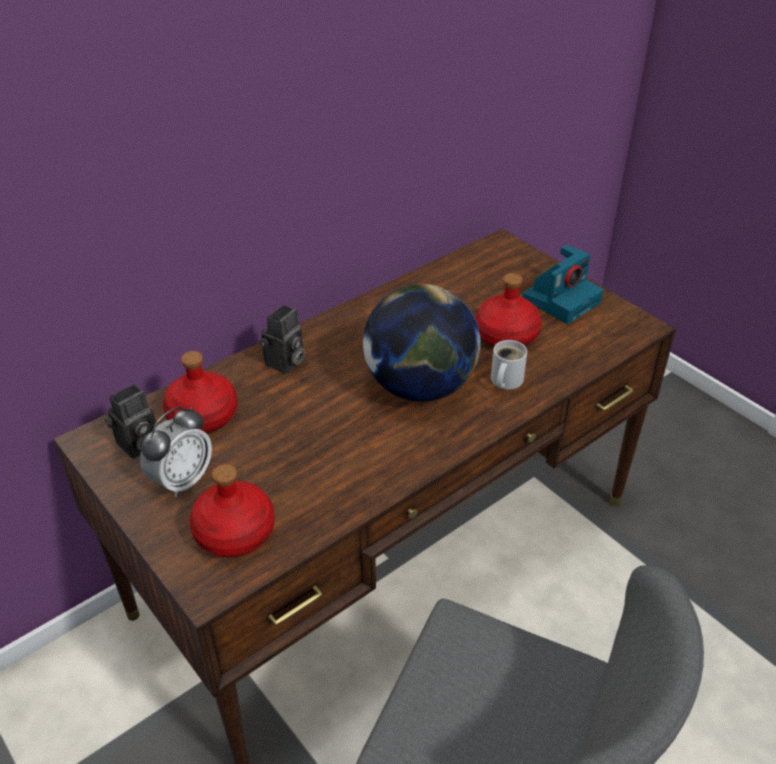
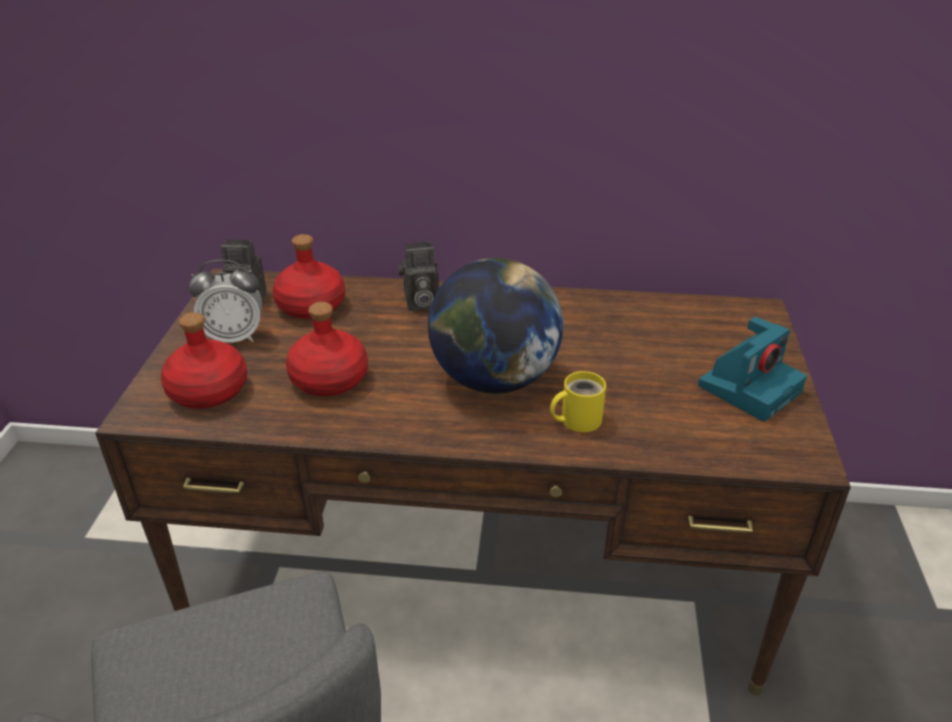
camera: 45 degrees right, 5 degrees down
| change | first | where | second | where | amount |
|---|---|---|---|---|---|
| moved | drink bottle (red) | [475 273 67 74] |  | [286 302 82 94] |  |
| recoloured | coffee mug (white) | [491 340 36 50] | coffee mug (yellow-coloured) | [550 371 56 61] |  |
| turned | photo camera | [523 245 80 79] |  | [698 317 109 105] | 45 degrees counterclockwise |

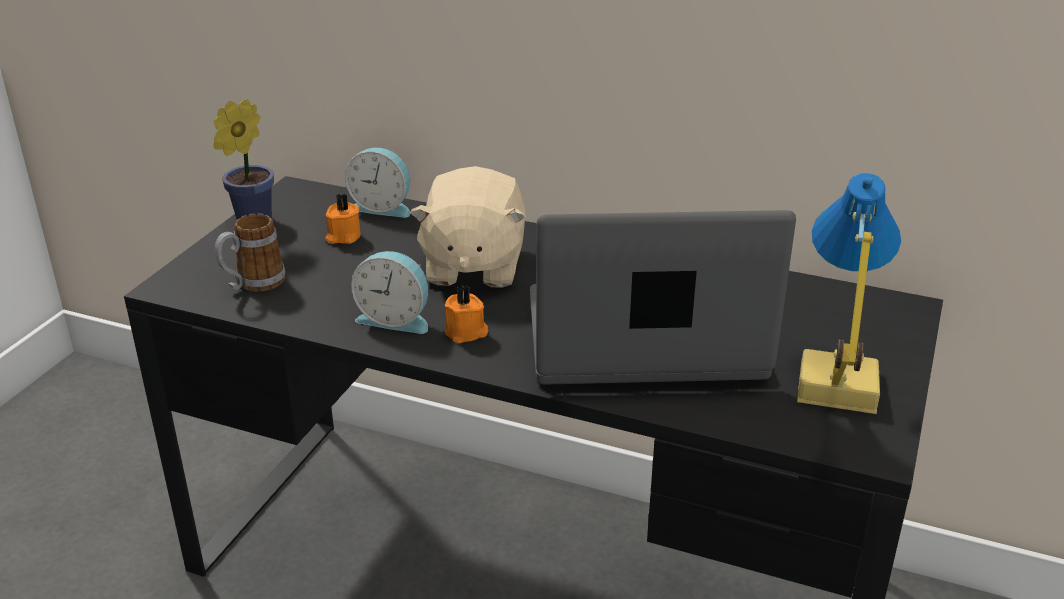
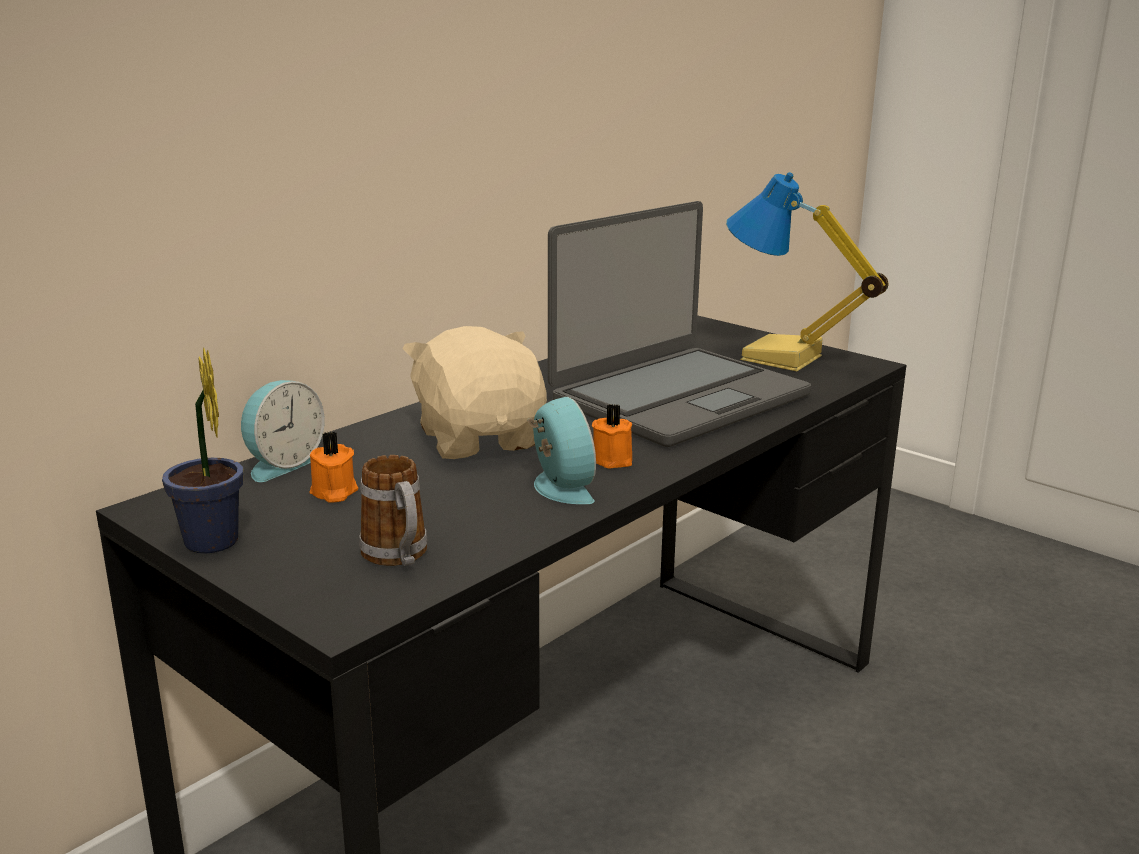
camera: 70 degrees left, 10 degrees down
| change | first | where | second | where | amount |
|---|---|---|---|---|---|
| turned | alarm clock | [351 251 77 83] |  | [527 397 69 107] | 60 degrees counterclockwise |
| turned | plush toy (beige) | [410 166 116 122] |  | [403 326 144 133] | 135 degrees counterclockwise |
| turned | laptop | [530 210 266 175] |  | [548 201 263 246] | 150 degrees counterclockwise |

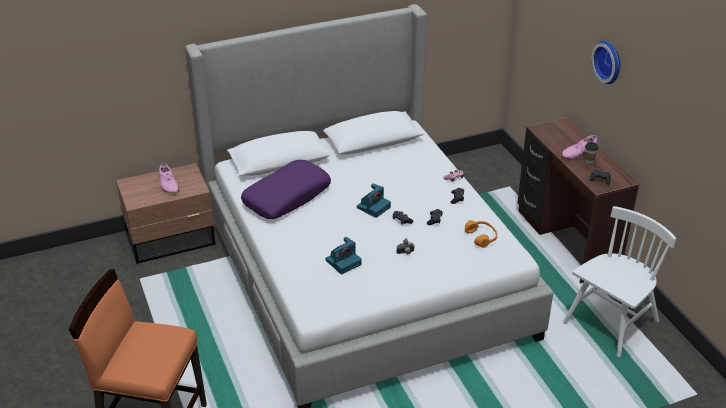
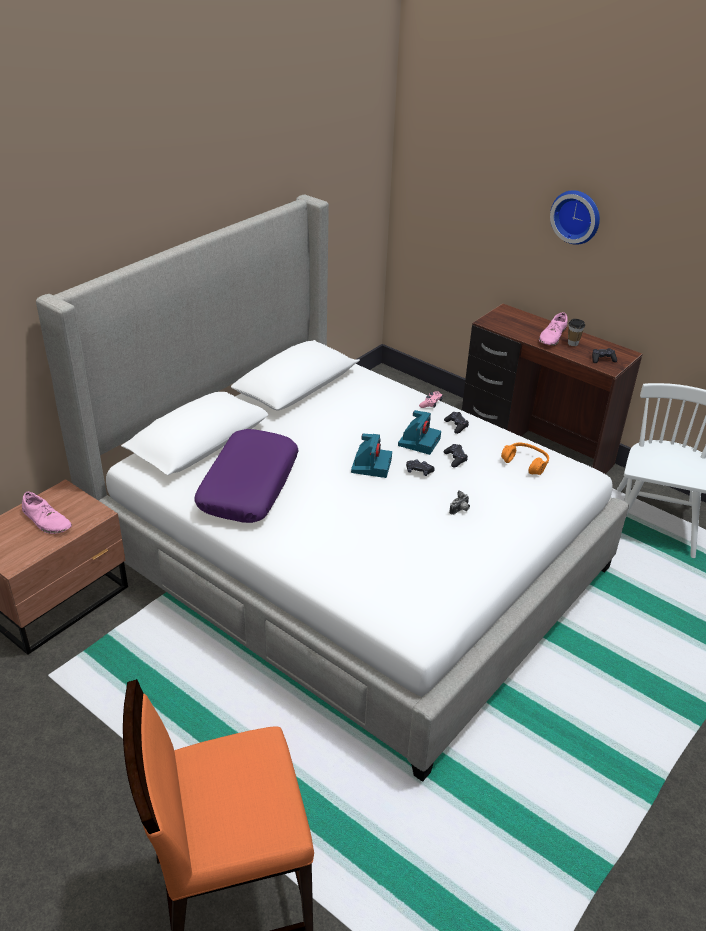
camera: 30 degrees left, 0 degrees up
| change | first | where | second | where | amount |
|---|---|---|---|---|---|
| moved | photo camera | [325 237 37 38] |  | [398 410 43 45] |  |

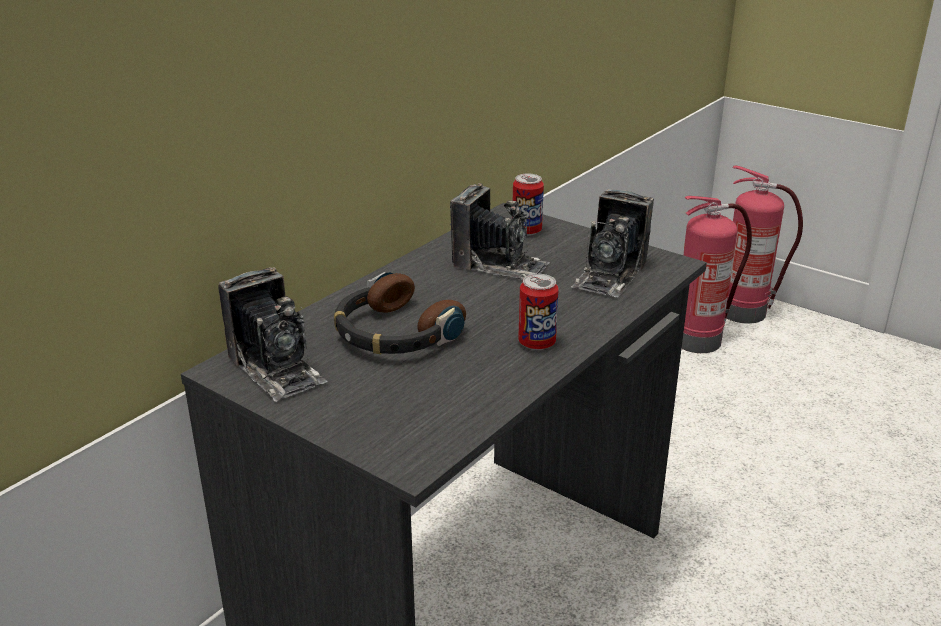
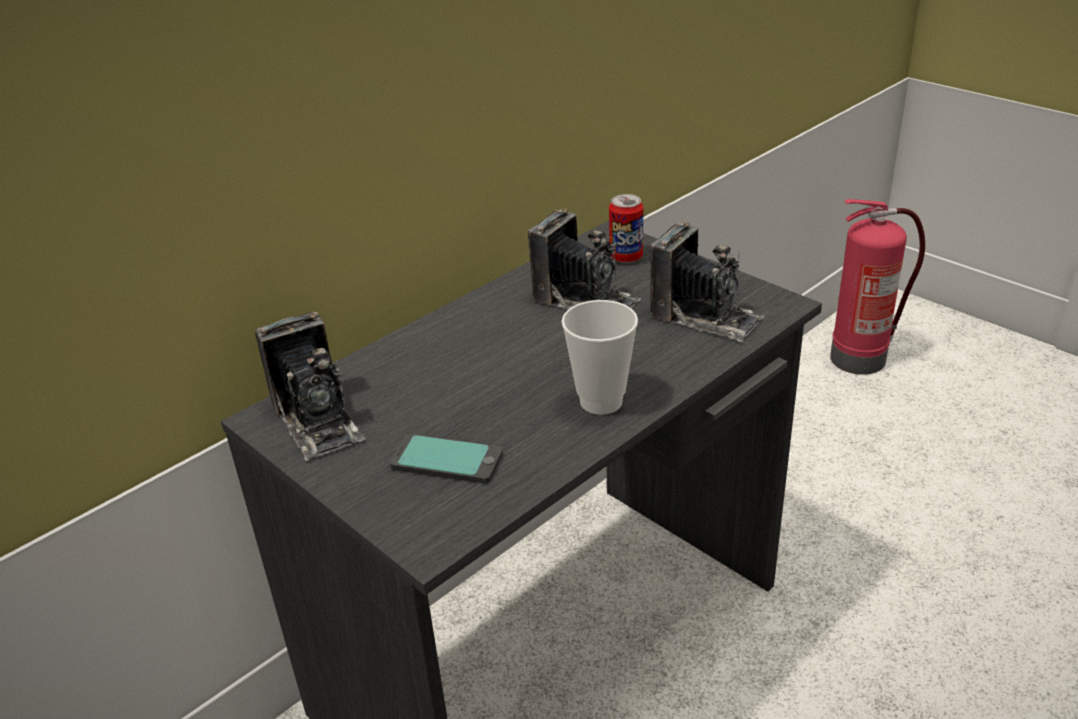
camera: 10 degrees right, 5 degrees up
| change | first | where | second | where | amount |
|---|---|---|---|---|---|
| removed | pair of headphones | [334 272 132 82] |  |  |  |
| replaced | can | [518 274 41 76] | cup | [561 300 77 115] |  |
| turned | photo camera | [571 189 83 108] |  | [649 222 115 120] | 90 degrees counterclockwise |
| removed | fire extinguisher | [726 166 77 158] |  |  |  |
| added |  |  | phone | [390 434 113 50] |  |

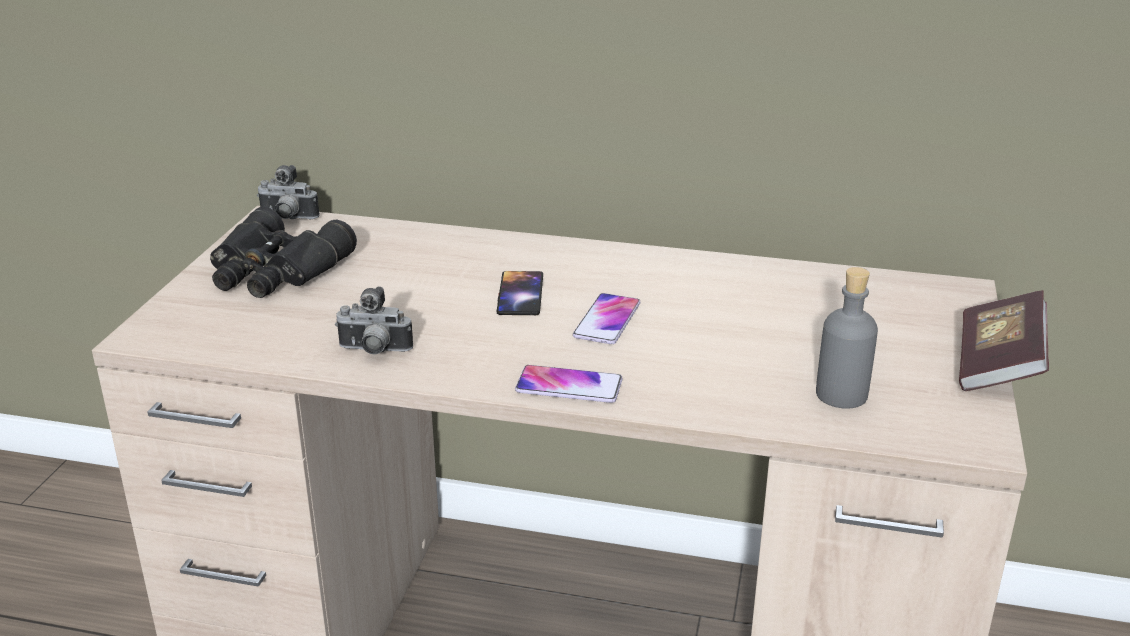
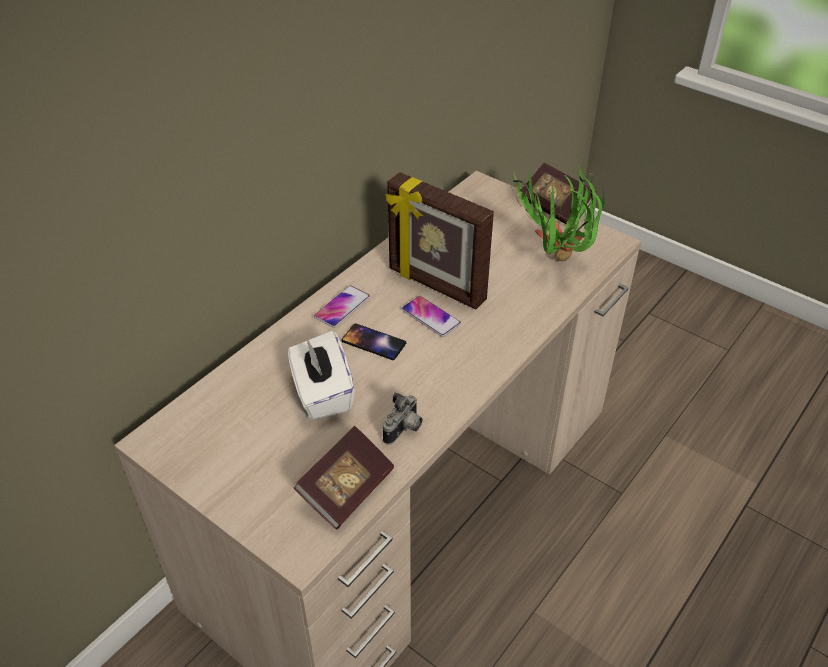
camera: 65 degrees left, 15 degrees up
| change | first | where | second | where | amount |
|---|---|---|---|---|---|
| removed | field glasses (black) | [210 207 147 91] |  |  |  |
| removed | photo camera | [257 165 63 55] |  |  |  |
| moved | phone | [515 365 108 38] |  | [314 285 56 43] |  |
| replaced | drink bottle (grey) | [816 267 62 142] | plant in a pot | [512 165 93 96] |  |
| added |  |  | tissue holder (white) | [288 331 67 89] |  |
| added |  |  | book | [294 426 100 103] |  |
| added |  |  | standing frame | [386 172 108 137] |  |

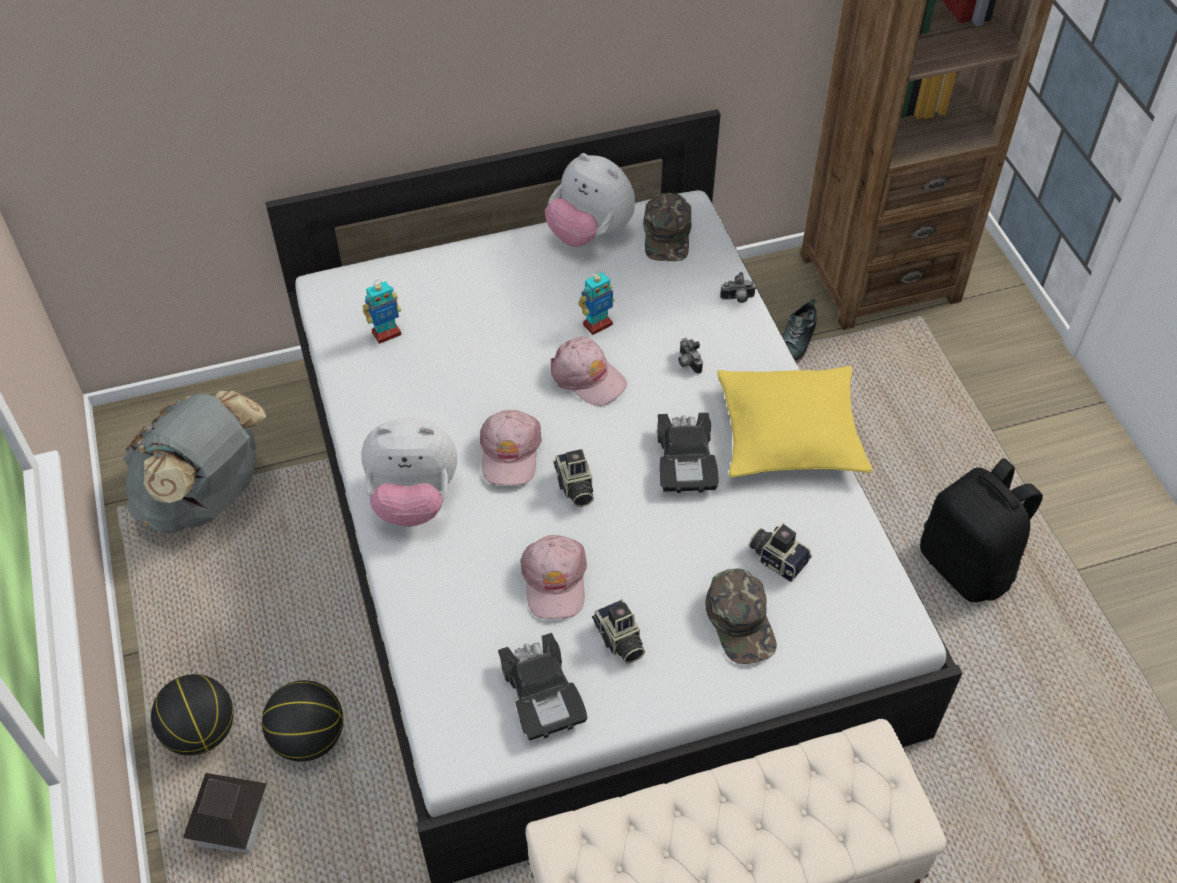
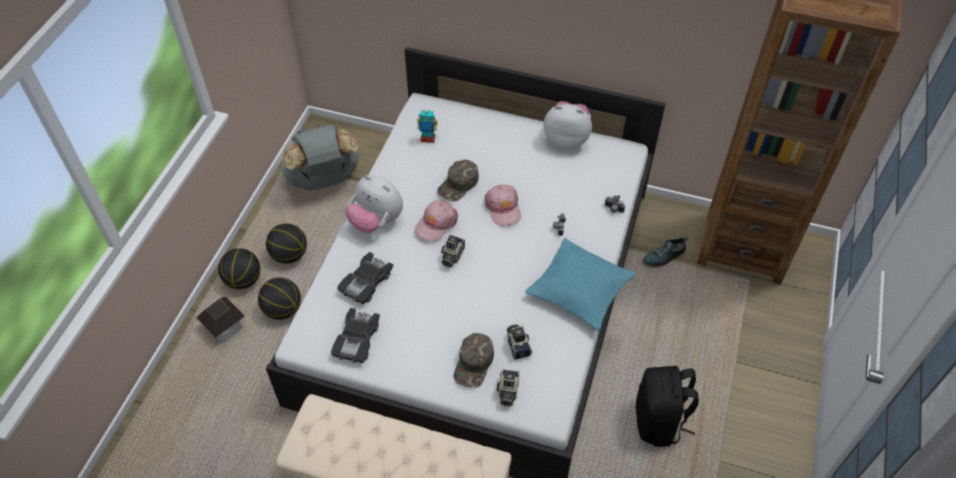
camera: 35 degrees right, 0 degrees up
| change | first | where | second | where | amount |
|---|---|---|---|---|---|
| removed | baseball cap (pinkish) | [520 535 67 84] |  |  |  |
| turned | plush toy | [545 153 90 94] |  | [544 101 48 48] | 120 degrees clockwise |
| removed | robot figure | [578 271 37 64] |  |  |  |
| moved | photo camera | [592 599 53 65] |  | [497 370 23 37] |  |
| moved | baseball cap (greenish) | [643 193 48 68] |  | [437 159 42 43] |  |
| moved | toy car (black) | [657 413 62 80] |  | [337 252 56 53] |  |
| recoloured | pillow (yellow-coloured) | [717 366 155 111] | pillow (blue-green) | [525 238 111 93] |  |
| added |  |  | ball for basketball | [266 223 41 41] |  |

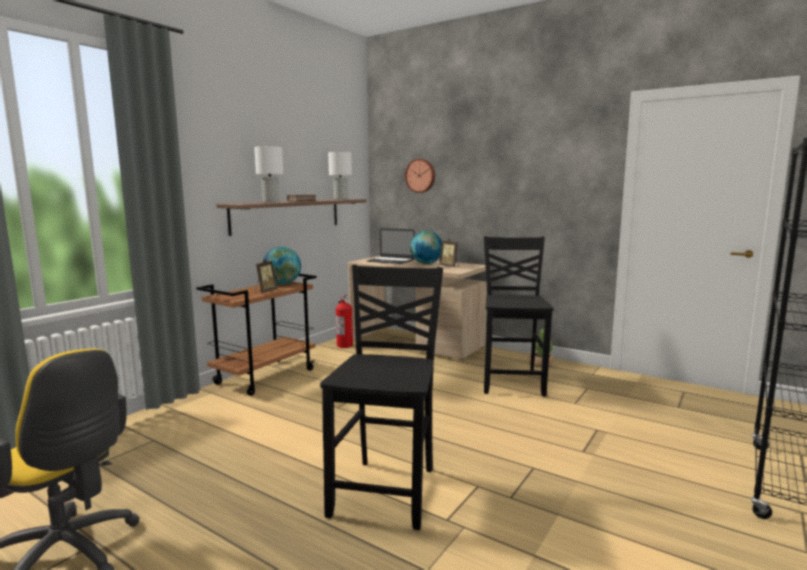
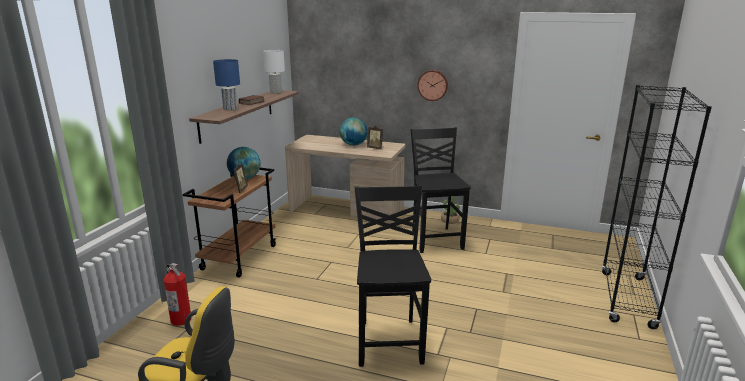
camera: 15 degrees left, 10 degrees up
| change | first | where | second | where | amount |
|---|---|---|---|---|---|
| recoloured | tabletop lamp (white) | [254 146 29 56] | tabletop lamp (blue) | [213 59 27 51] |  |
| moved | fire extinguisher | [336 295 17 53] |  | [163 263 29 63] |  |
| removed | laptop | [367 228 48 36] |  |  |  |
| moved | hanging clock | [405 159 30 34] |  | [417 70 31 31] |  |

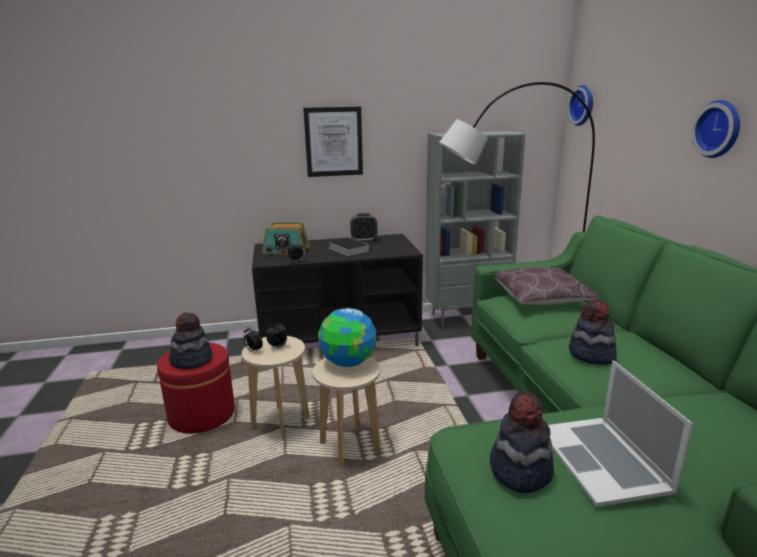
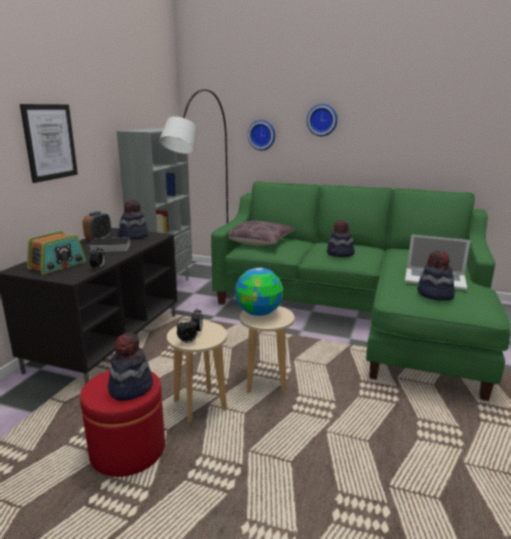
camera: 60 degrees left, 0 degrees up
| change | first | where | second | where | amount |
|---|---|---|---|---|---|
| moved | hanging clock | [567 85 26 41] |  | [248 120 27 31] |  |
| added |  |  | clothing hat | [118 199 30 40] |  |

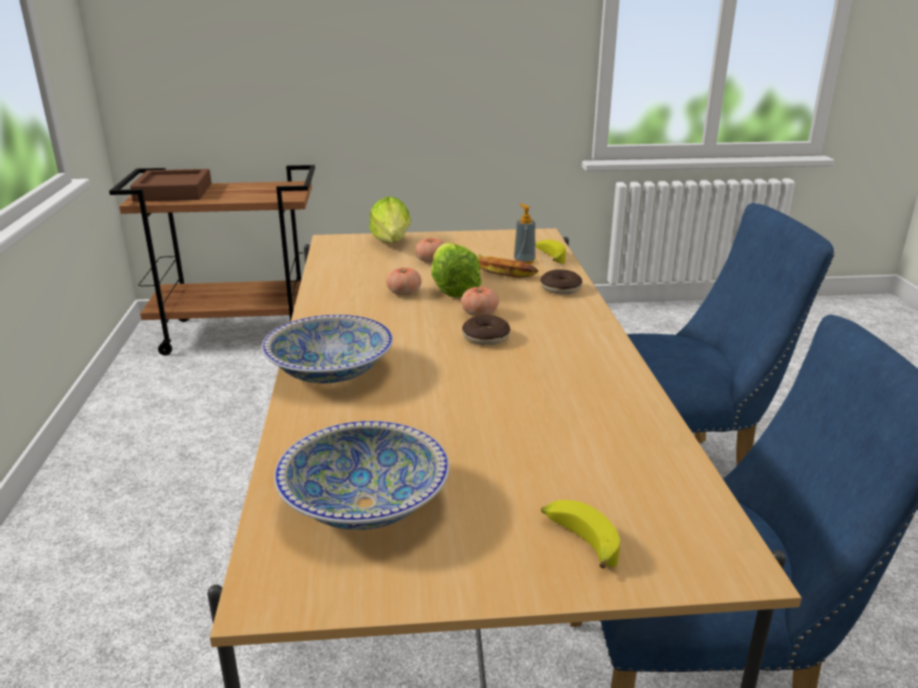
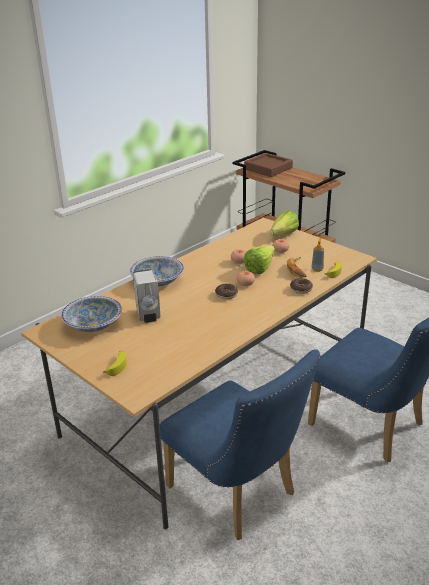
camera: 50 degrees right, 5 degrees up
| change | first | where | second | where | amount |
|---|---|---|---|---|---|
| added |  |  | soap bottle (white) | [133 269 27 54] |  |

